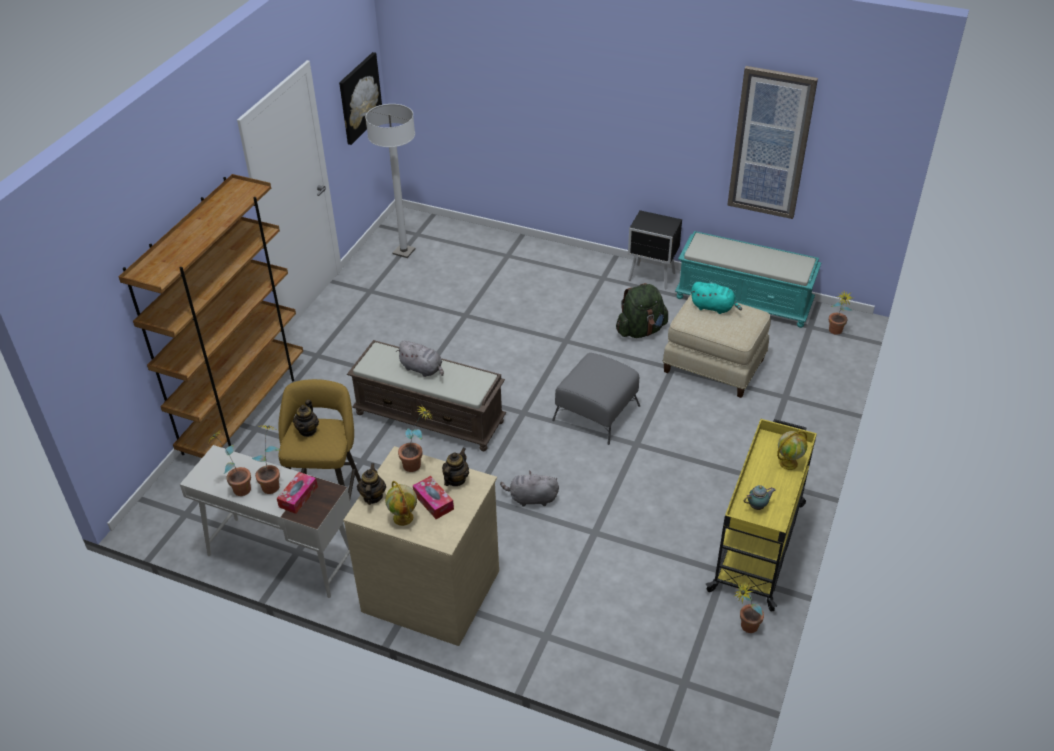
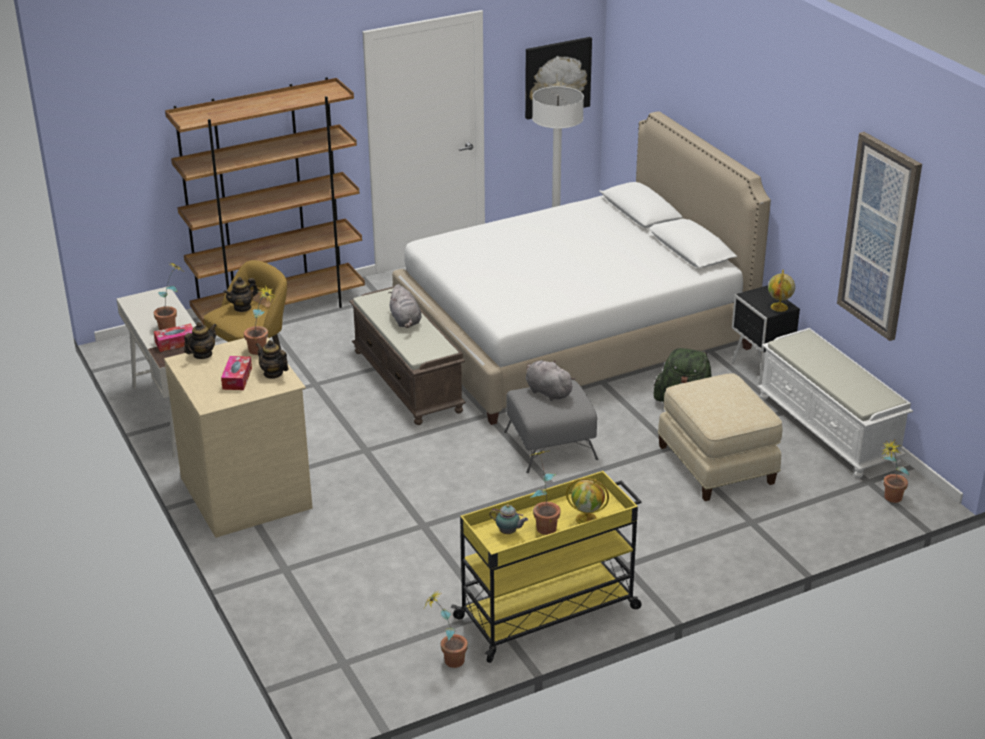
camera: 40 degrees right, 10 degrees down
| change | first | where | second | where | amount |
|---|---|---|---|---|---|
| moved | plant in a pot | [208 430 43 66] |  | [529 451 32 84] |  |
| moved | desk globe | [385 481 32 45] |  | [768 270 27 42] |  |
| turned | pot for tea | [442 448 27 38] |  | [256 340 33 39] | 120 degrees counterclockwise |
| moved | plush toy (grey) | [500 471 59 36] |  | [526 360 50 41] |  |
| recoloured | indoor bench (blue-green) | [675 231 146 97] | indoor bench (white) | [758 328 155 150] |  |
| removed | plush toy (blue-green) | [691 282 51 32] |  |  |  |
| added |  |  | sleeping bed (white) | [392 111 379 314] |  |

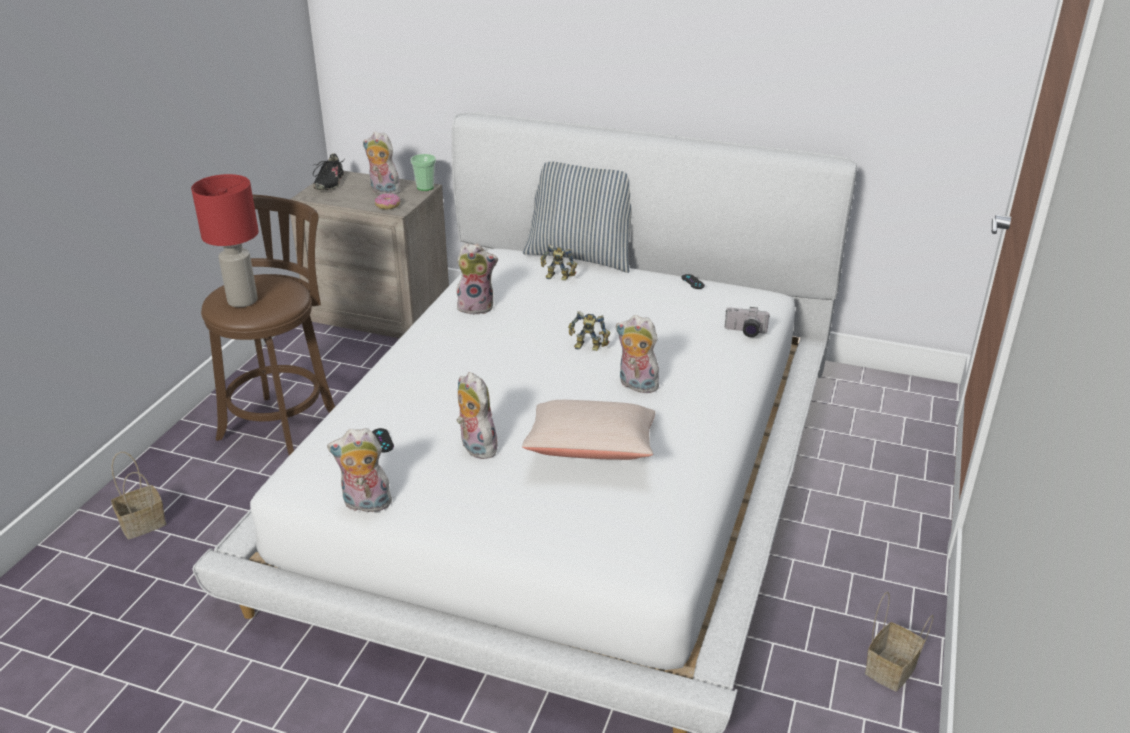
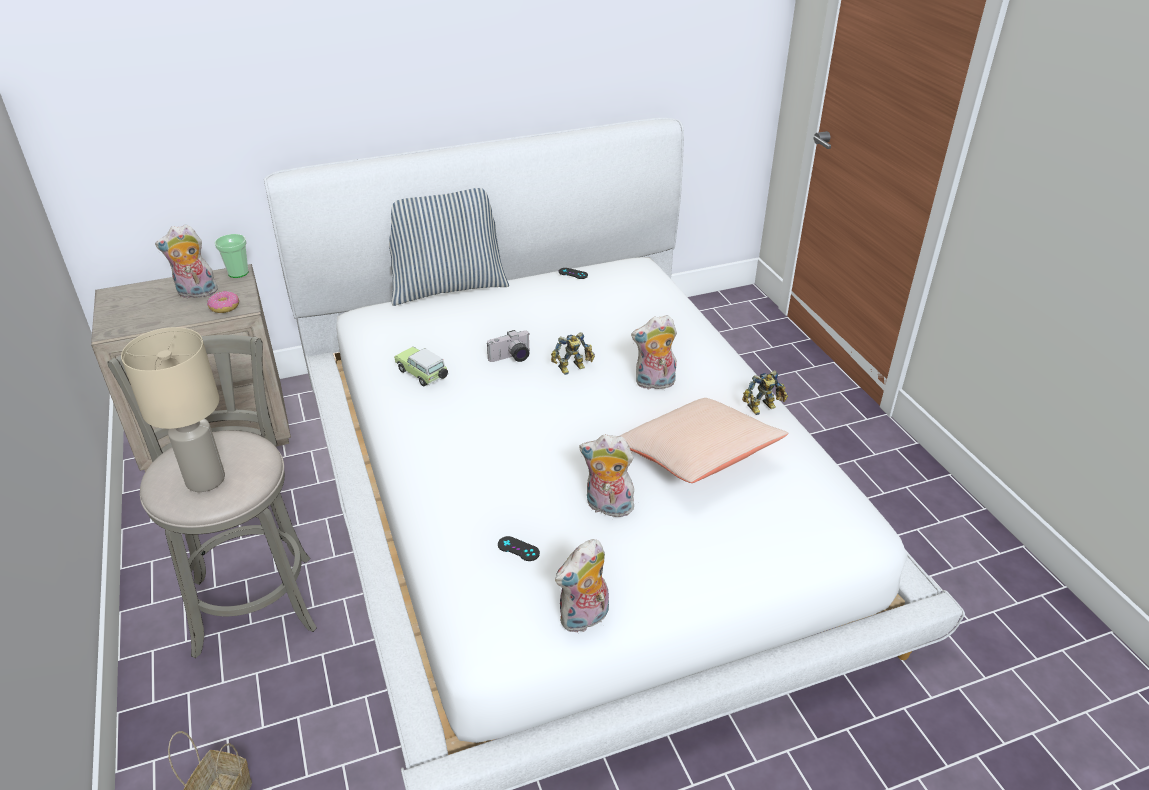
camera: 40 degrees left, 5 degrees up
| change | first | where | second | where | amount |
|---|---|---|---|---|---|
| recoloured | tabletop lamp (red) | [191 174 68 133] | tabletop lamp (beige) | [121 327 104 165] |  |
| recoloured | sitting stool (brown-coloured) | [201 194 134 262] | sitting stool (grey) | [107 335 210 323] |  |
| removed | low shoe (black) | [313 153 32 37] |  |  |  |
| replaced | plush toy | [456 243 42 72] | toy car | [394 347 54 39] |  |
| moved | robot figure | [540 245 37 36] |  | [742 370 46 45] |  |
| moved | photo camera | [725 307 44 30] |  | [487 330 43 32] |  |
| removed | household basket | [865 591 69 100] |  |  |  |

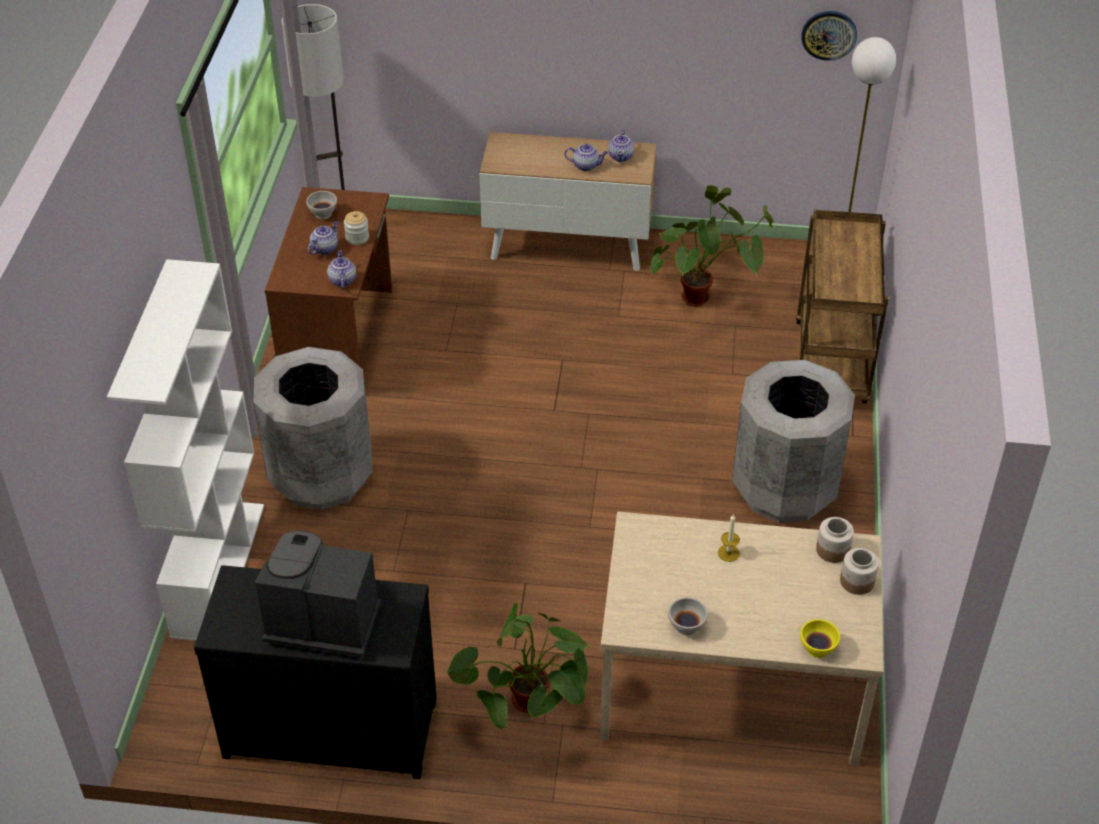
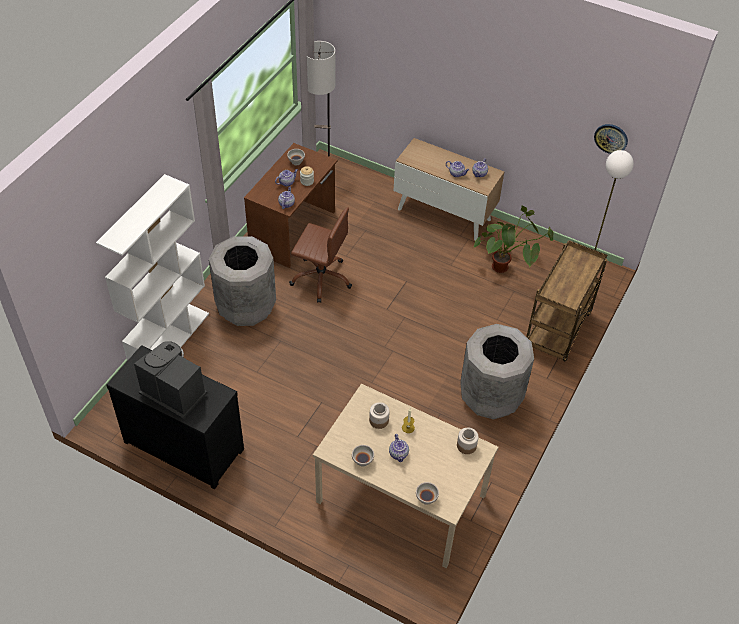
camera: 20 degrees right, 5 degrees up
| change | first | where | second | where | amount |
|---|---|---|---|---|---|
| removed | plant in a pot | [445 603 145 127] |  |  |  |
| recoloured | serving bowl (yellow-coloured) | [800 619 40 39] | serving bowl (white) | [416 482 23 23] |  |
| moved | jar | [840 548 39 47] |  | [369 402 21 27] |  |
| added |  |  | computer chair (brown-coloured) | [289 207 63 96] |  |
| added |  |  | pot for tea | [389 434 20 28] |  |

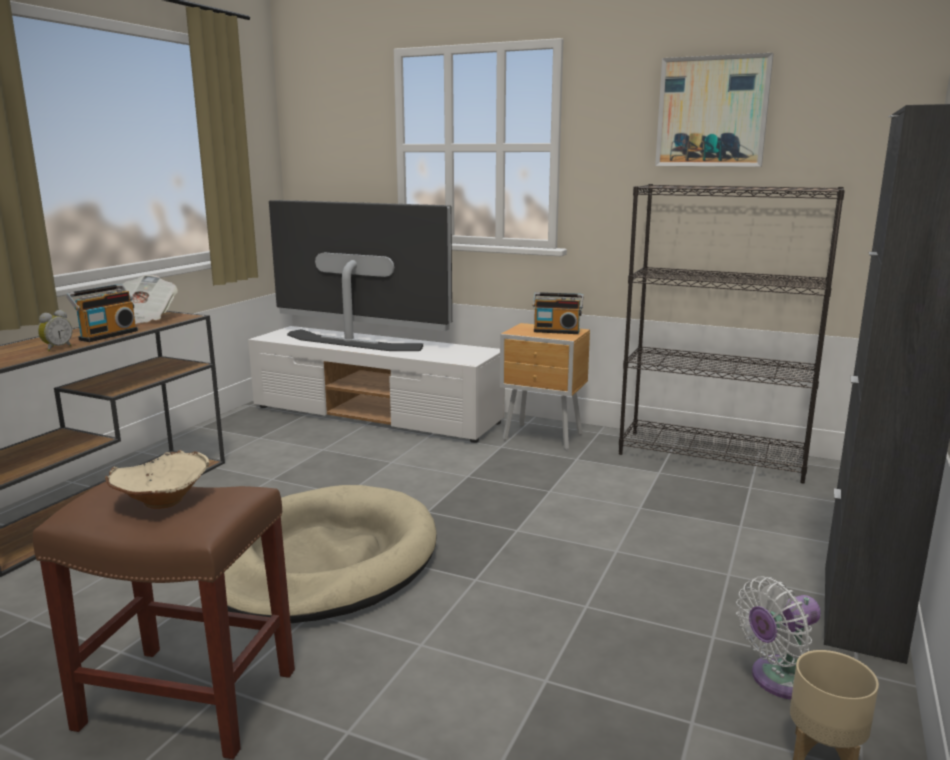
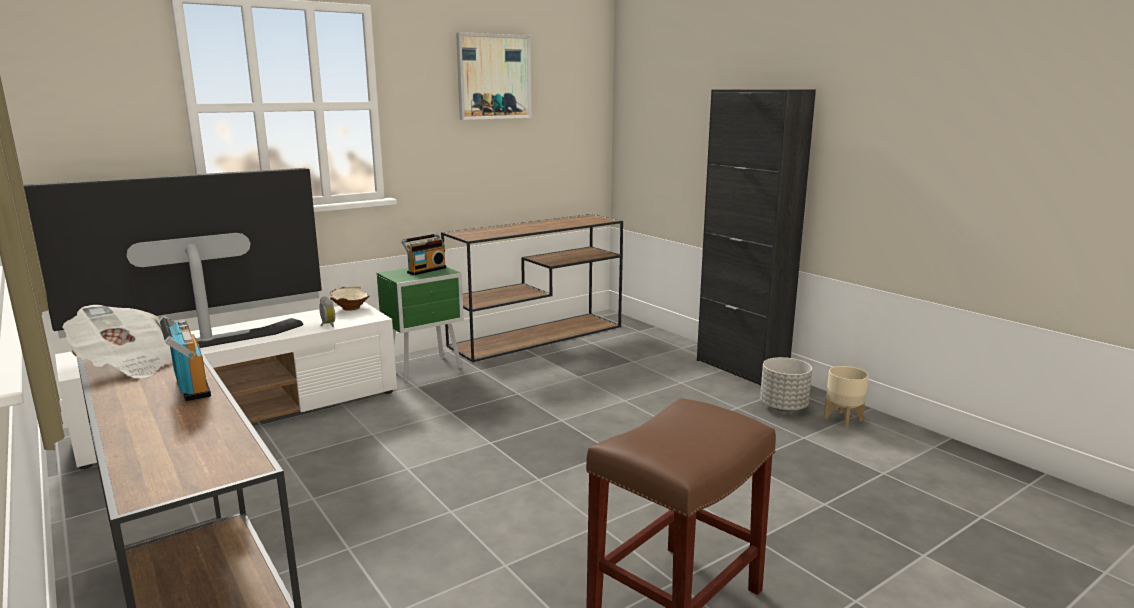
camera: 60 degrees left, 0 degrees up
| change | first | where | second | where | amount |
|---|---|---|---|---|---|
| moved | alarm clock | [38 310 34 41] |  | [319 296 16 31] |  |
| moved | serving bowl (beige) | [105 450 104 59] |  | [330 286 40 25] |  |
| removed | dog cushion (beige) | [224 485 213 138] |  |  |  |
| recoloured | nightstand (brown-coloured) | [500 323 90 127] | nightstand (greenish) | [377 267 87 115] |  |
| replaced | bookcase (black) | [619 184 226 300] | hall table (brown-coloured) | [441 214 182 148] |  |
| replaced | electric fan (white) | [736 576 85 124] | flower pot (grey) | [760 357 52 55] |  |

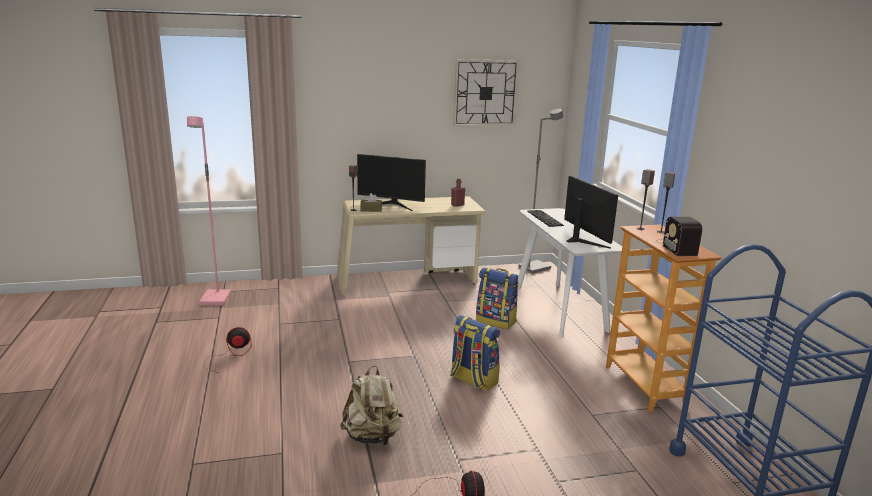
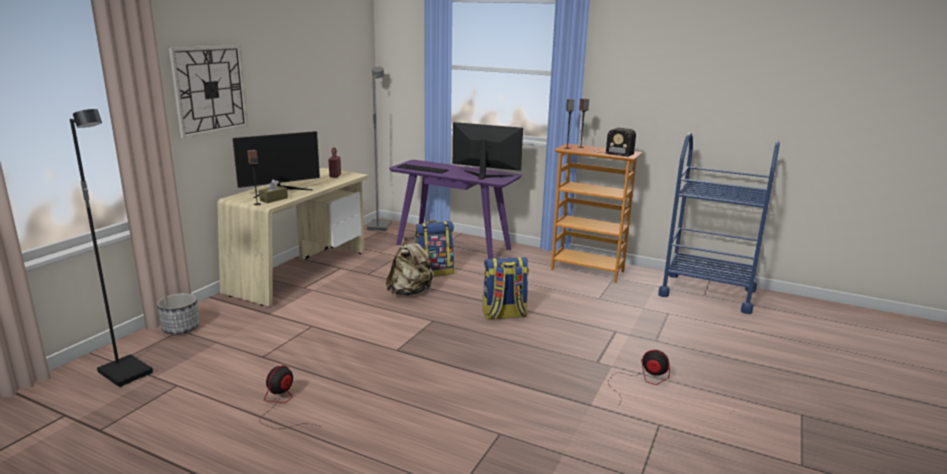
camera: 50 degrees left, 0 degrees up
| change | first | where | second | where | amount |
|---|---|---|---|---|---|
| recoloured | floor lamp (pinkish) | [187 116 44 189] | floor lamp (black) | [70 109 83 278] |  |
| moved | backpack (beige) | [340 365 63 80] |  | [386 238 48 58] |  |
| moved | hanging clock | [453 59 66 67] |  | [169 45 79 93] |  |
| recoloured | hall table (white) | [517 208 105 129] | hall table (purple) | [389 160 133 99] |  |
| added |  |  | flower pot | [157 293 43 41] |  |

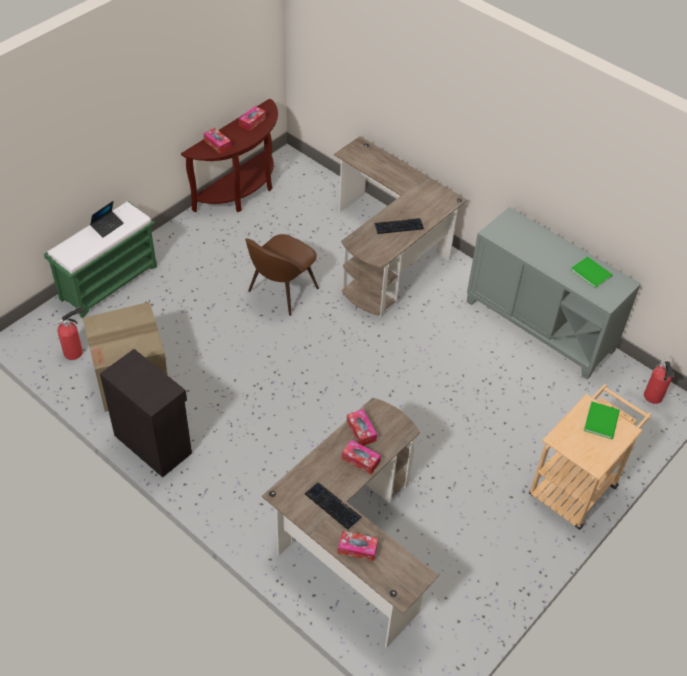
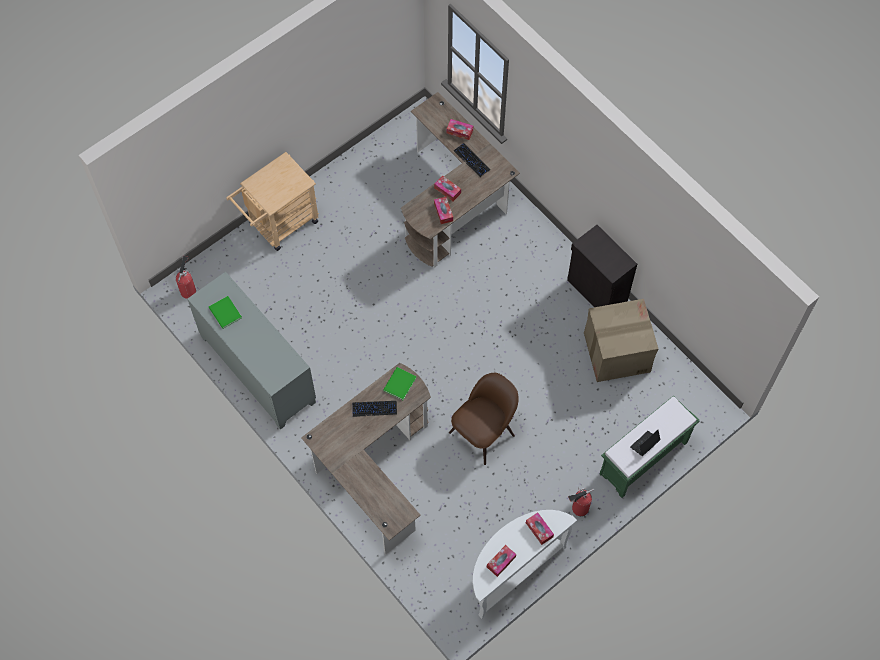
camera: 170 degrees left, 15 degrees up
| change | first | where | second | where | amount |
|---|---|---|---|---|---|
| moved | fire extinguisher | [53 306 31 54] |  | [568 488 26 28] |  |
| recoloured | hall table (brown-coloured) | [181 99 97 113] | hall table (white) | [473 510 104 109] |  |
| moved | book (greenish) | [584 401 36 38] |  | [383 367 34 33] |  |

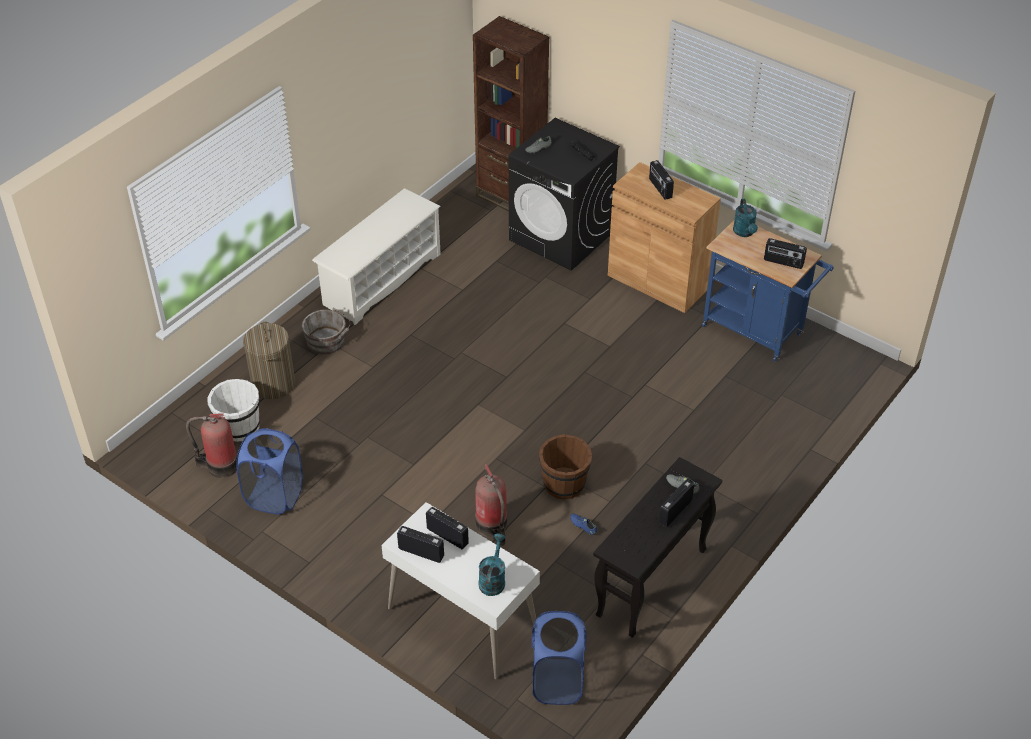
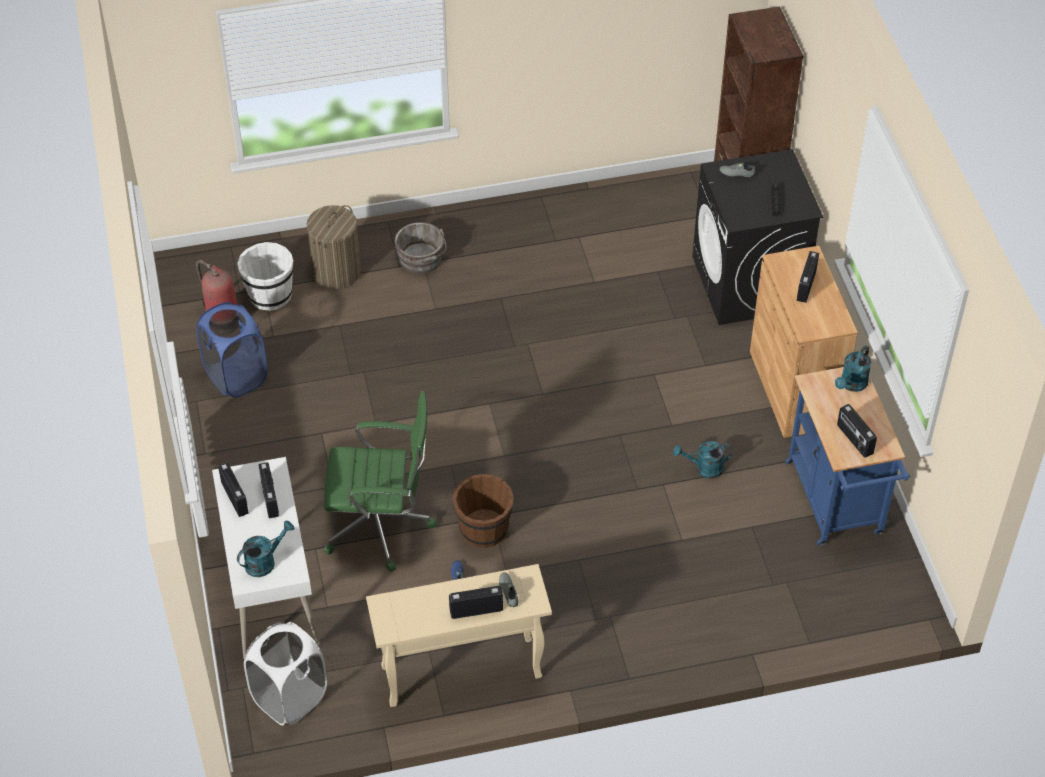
camera: 40 degrees right, 5 degrees up
| change | first | where | second | where | amount |
|---|---|---|---|---|---|
| removed | shoe rack (white) | [312 188 129 137] |  |  |  |
| replaced | fire extinguisher | [475 464 32 82] | computer chair (greenish) | [324 391 113 181] |  |
| recoloured | washing basket (blue) | [531 611 56 94] | washing basket (white) | [244 622 83 103] |  |
| recoloured | hall table (black) | [593 457 129 181] | hall table (beige) | [366 564 186 143] |  |
| added |  |  | watering pot (blue-green) | [673 441 60 38] |  |

